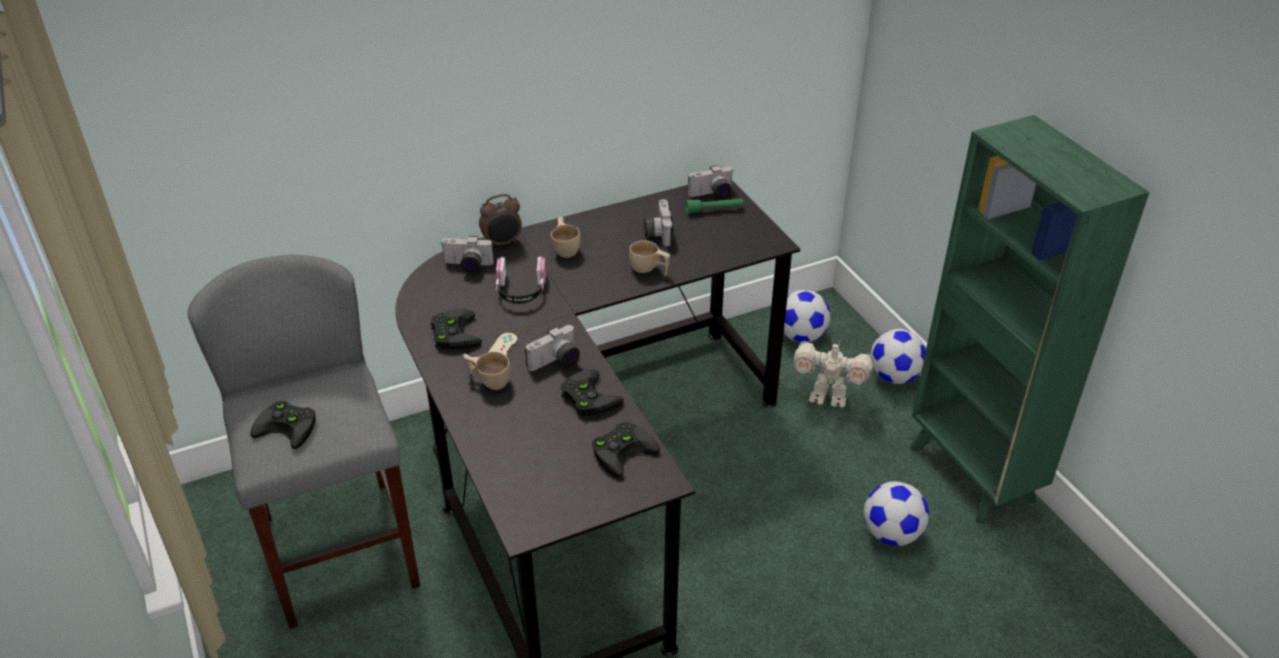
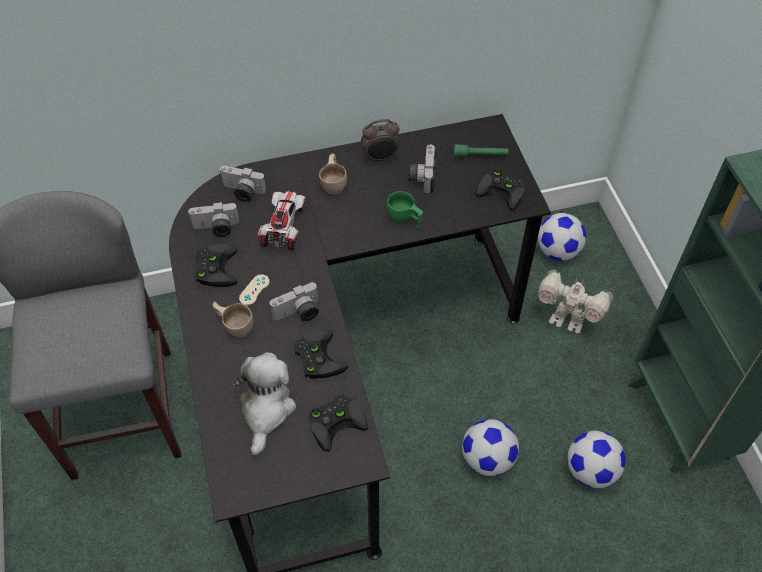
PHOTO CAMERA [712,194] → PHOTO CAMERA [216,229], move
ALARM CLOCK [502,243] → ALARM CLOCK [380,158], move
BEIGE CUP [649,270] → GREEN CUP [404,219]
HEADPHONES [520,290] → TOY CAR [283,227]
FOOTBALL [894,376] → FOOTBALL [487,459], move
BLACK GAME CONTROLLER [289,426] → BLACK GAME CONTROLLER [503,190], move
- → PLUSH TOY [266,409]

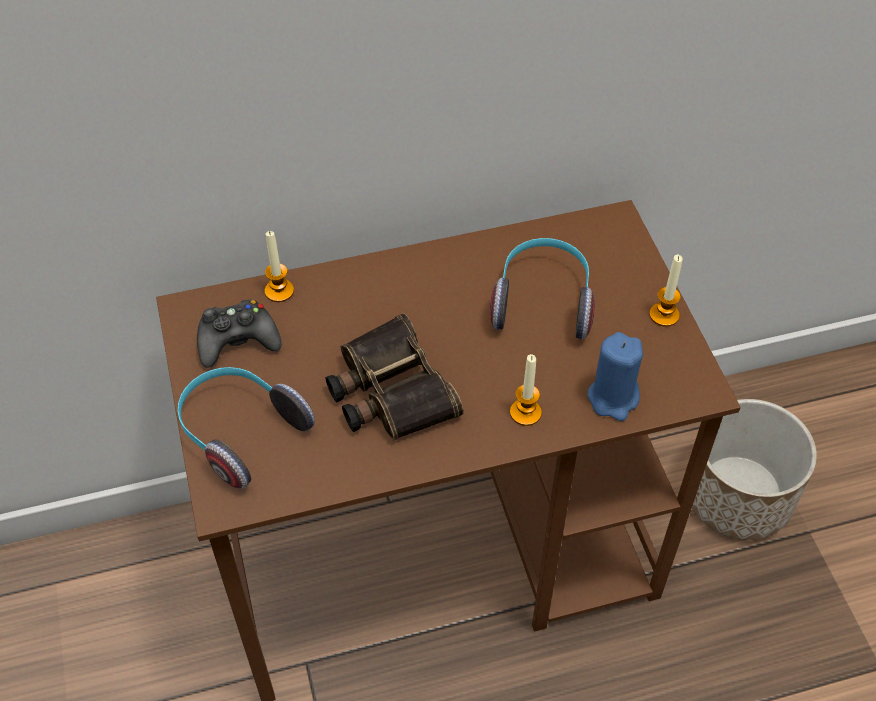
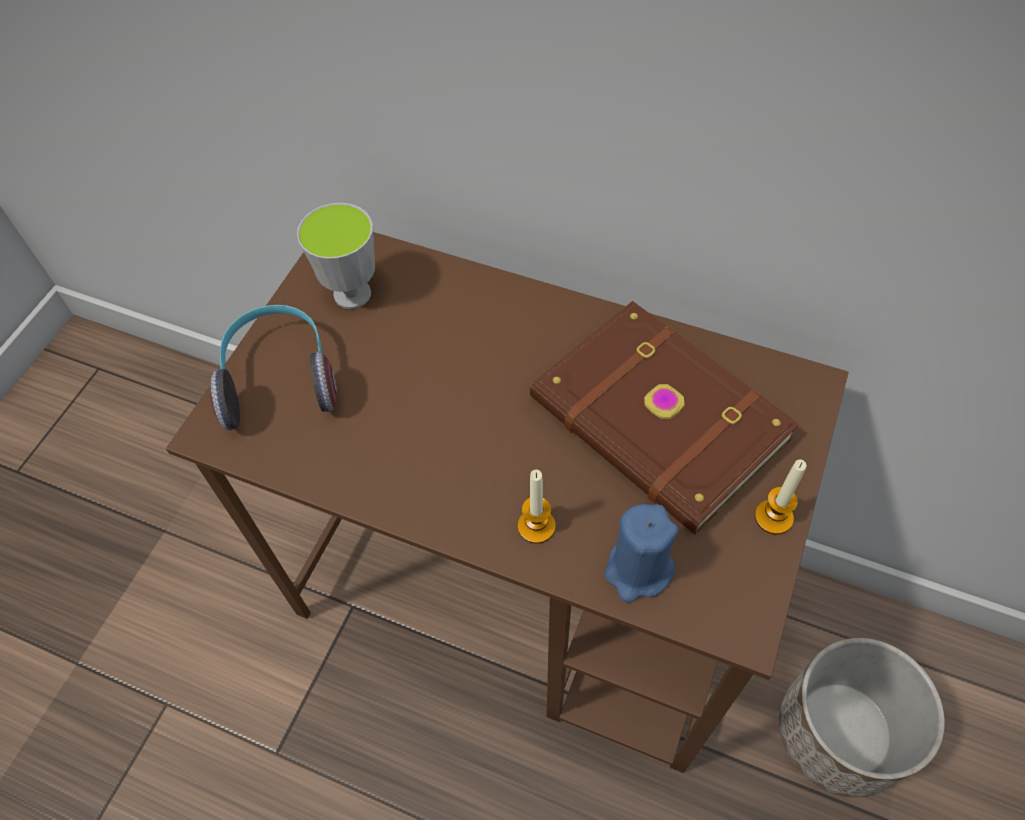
CANDLE [279,291] → -
HEADPHONES [543,300] → BROWN BOOK [657,423]
BLACK GAME CONTROLLER [237,340] → CUP [352,294]
BINOCULARS [389,391] → -

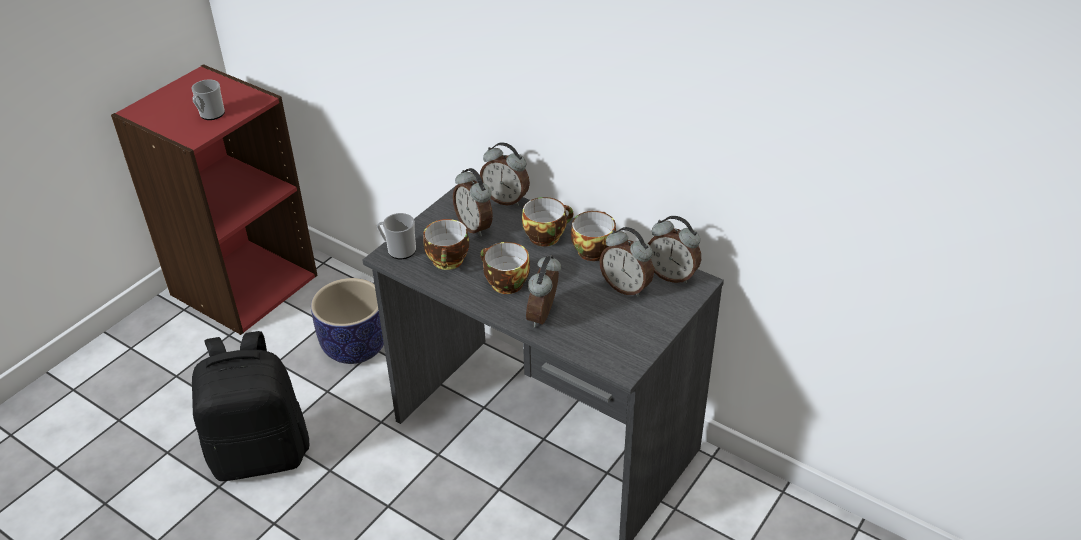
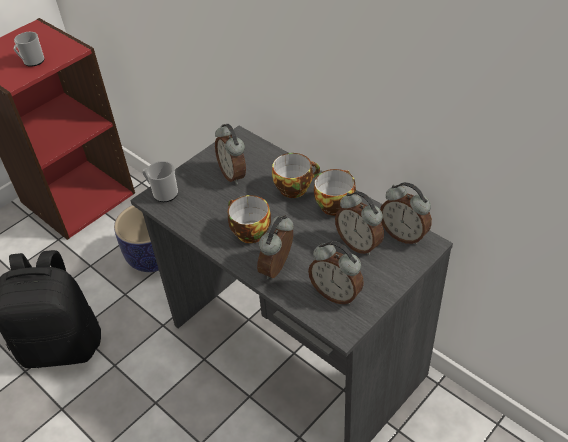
ALARM CLOCK [506,199] → ALARM CLOCK [336,293], move
CUP [449,261] → -

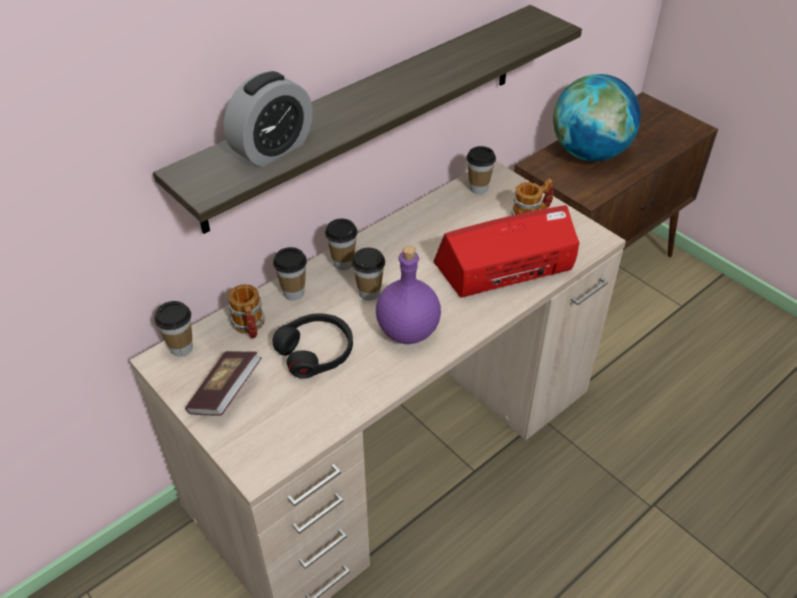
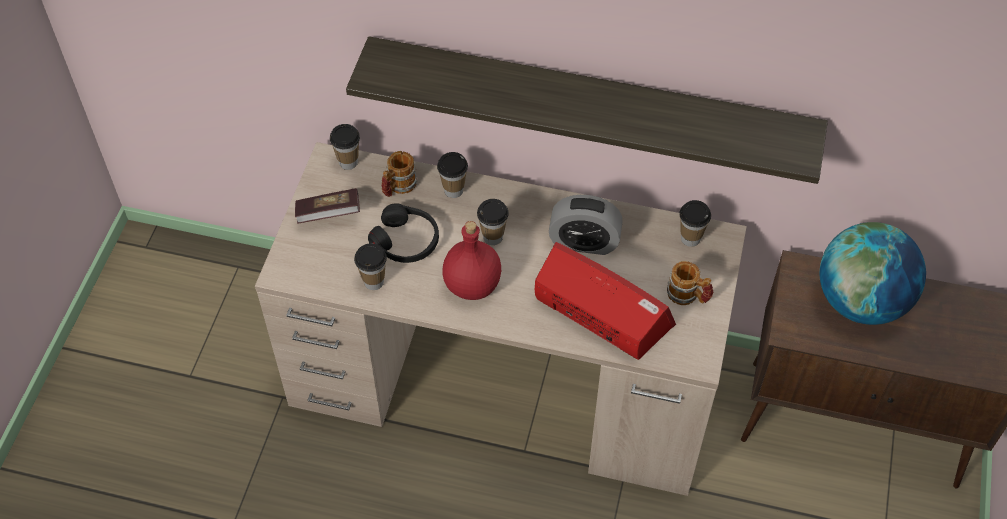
ALARM CLOCK [272,149] → ALARM CLOCK [584,242], move
CUP [343,263] → CUP [373,281], move
PURPLE BOTTLE [409,331] → RED BOTTLE [473,285]

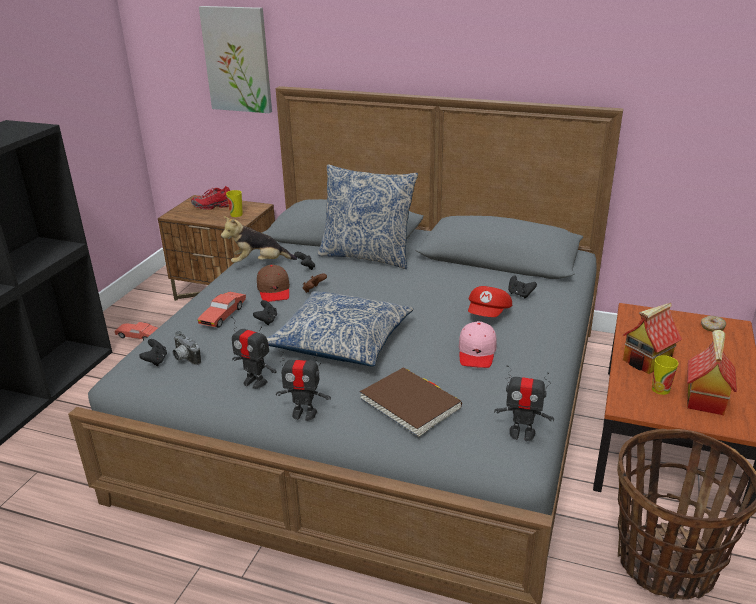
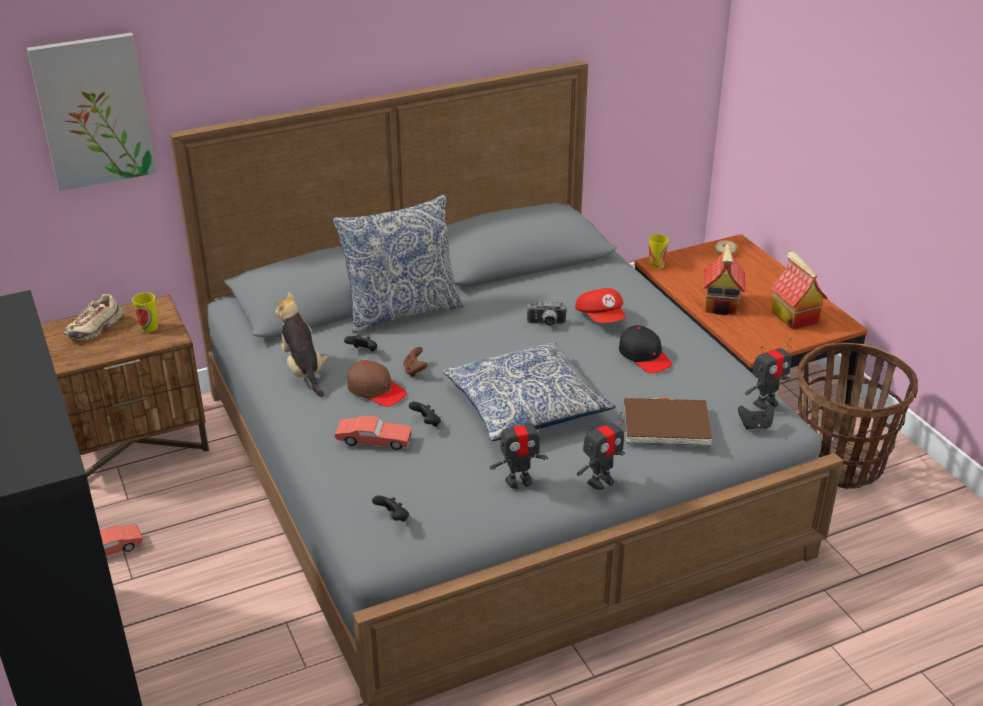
RED SHOE [214,206] → BEIGE SHOE [95,329]
PLUSH TOY [259,263] → PLUSH TOY [304,371], 120 degrees clockwise
BLACK GAME CONTROLLER [520,294] → BLACK GAME CONTROLLER [755,425], move
RED TOY CAR [223,315] → RED TOY CAR [374,441], 60 degrees counterclockwise
PINK CAP [477,352] → BLACK CAP [644,356]
PHOTO CAMERA [184,359] → PHOTO CAMERA [546,324], move
CUP [660,389] → CUP [656,265], move

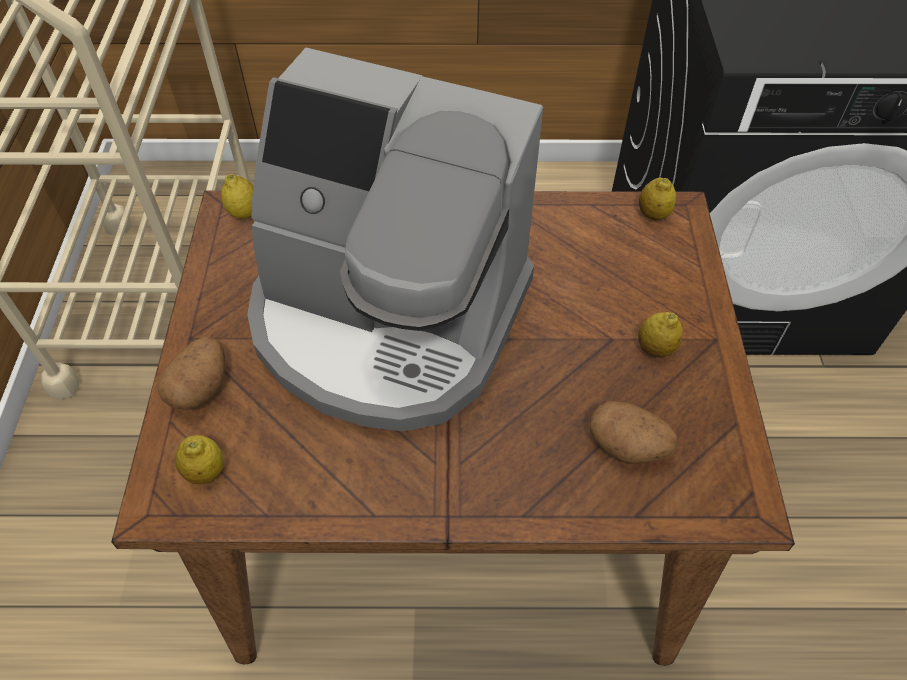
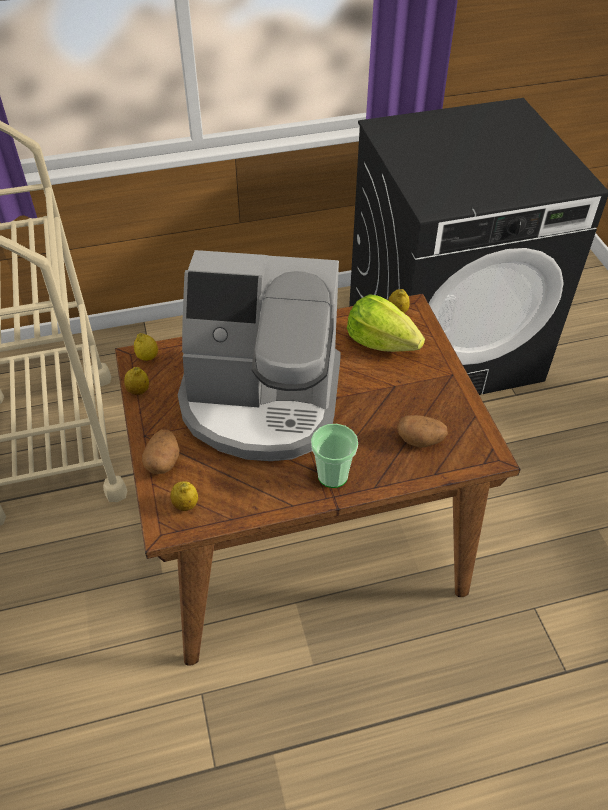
LEMON [655,349] → LEMON [138,391], move
- → LETTUCE [381,342]
- → CUP [332,475]

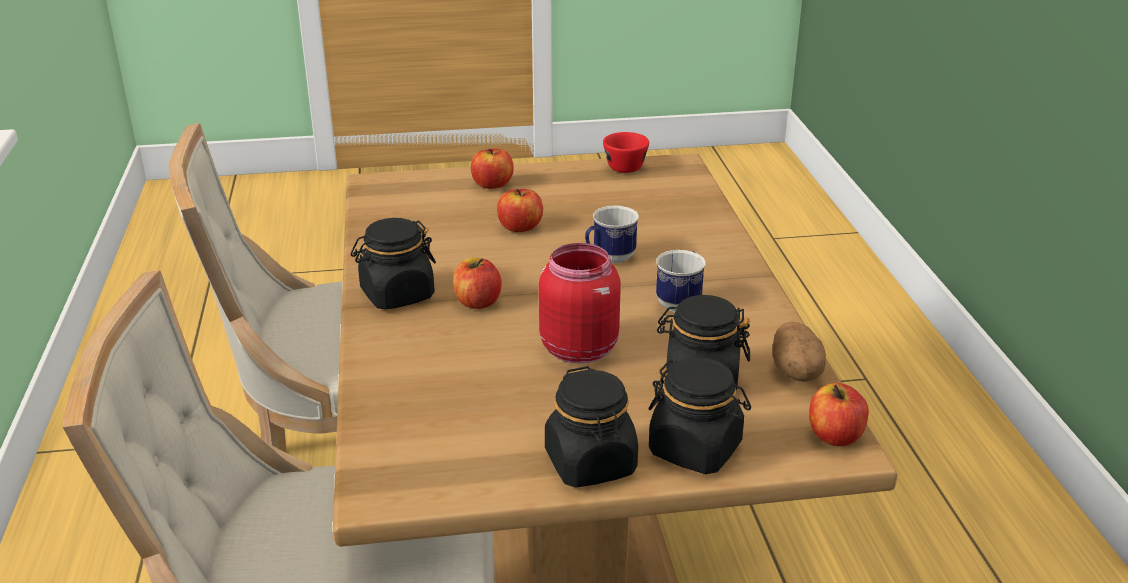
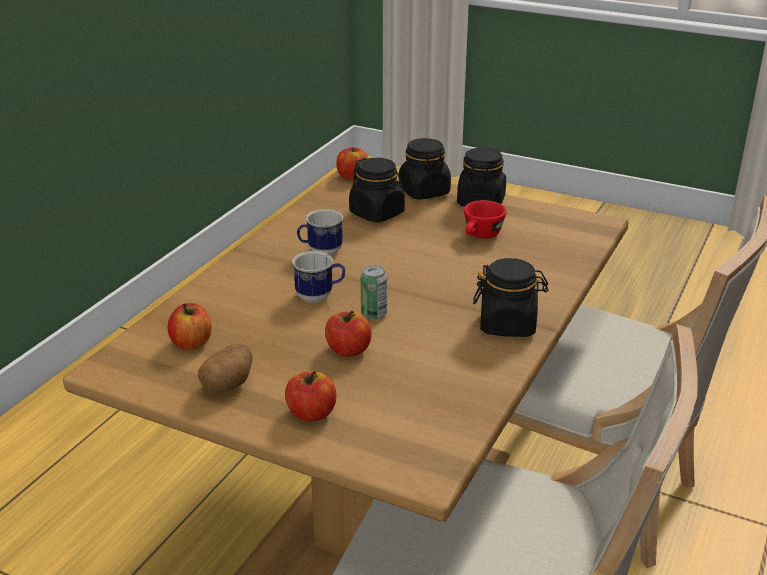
RED CUP [624,165] → RED CUP [481,236], move
RED JAR [578,348] → -
APPLE [477,302] → APPLE [191,343], move
POTATO [797,373] → POTATO [228,384], move
- → CAN [374,314]

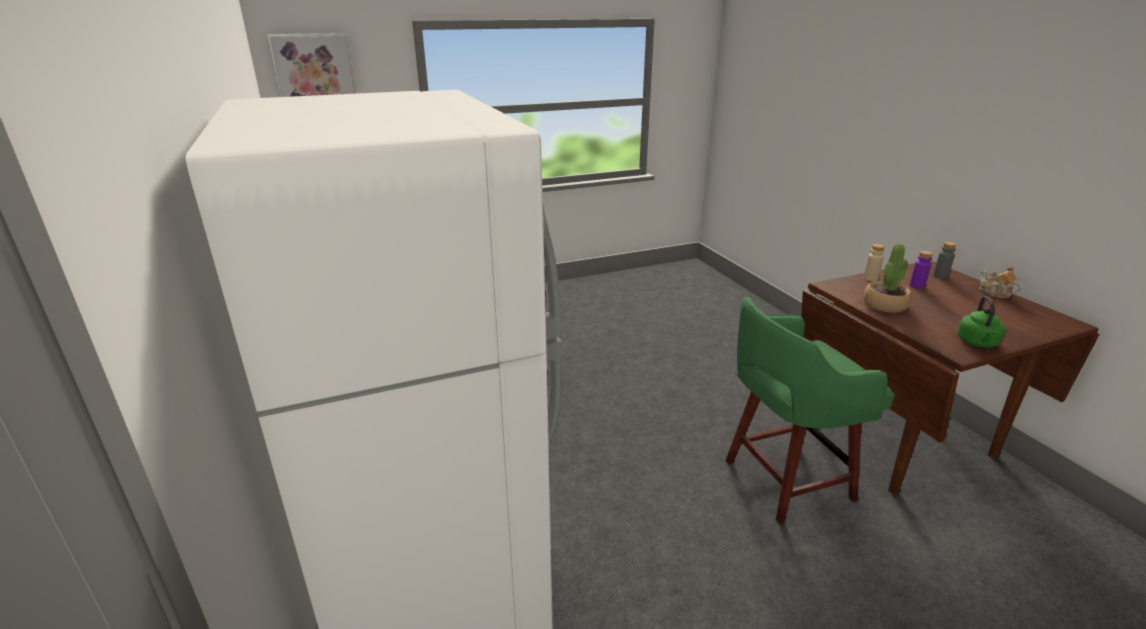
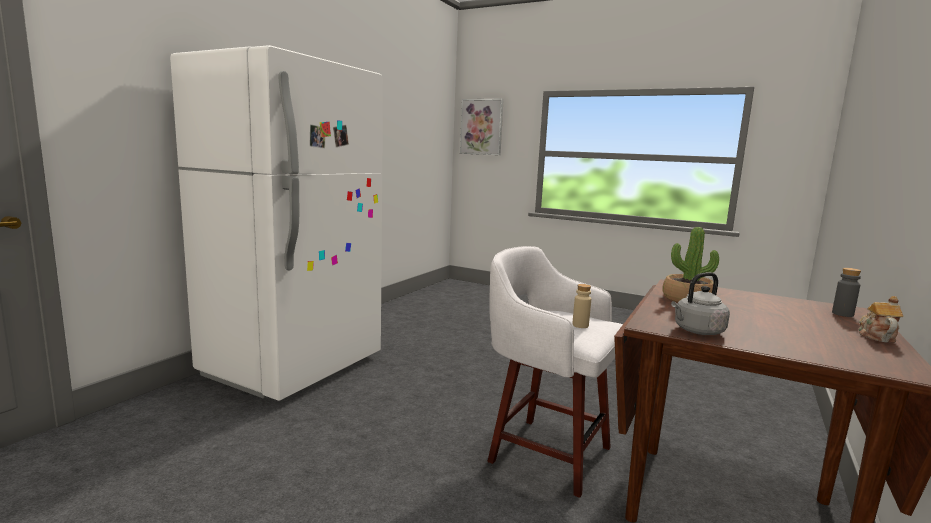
BEIGE BOTTLE [870,278] → BEIGE BOTTLE [580,325], move
PURPLE BOTTLE [917,286] → -
GREEN KETTLE [977,343] → GREY KETTLE [697,331]
GREEN STOOL [784,481] → WHITE STOOL [546,452]

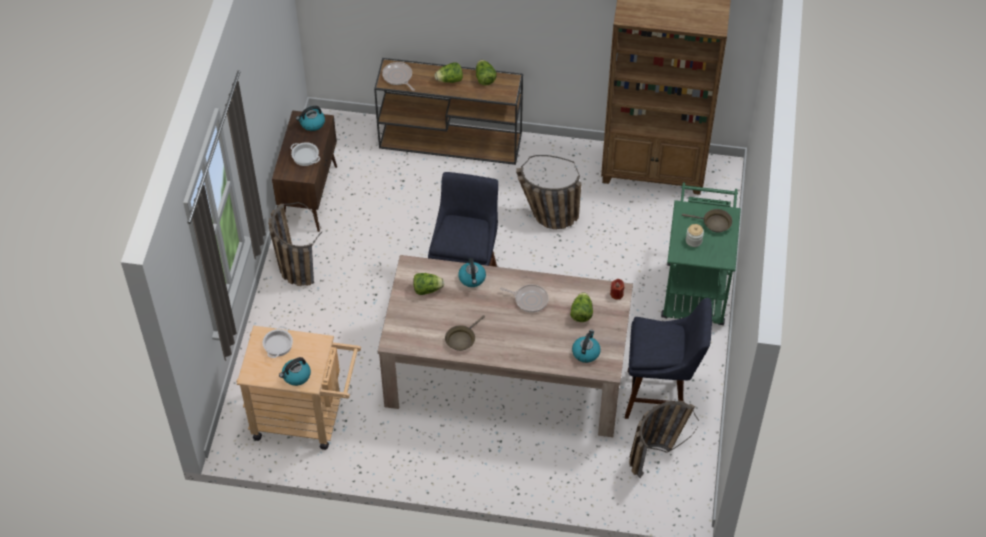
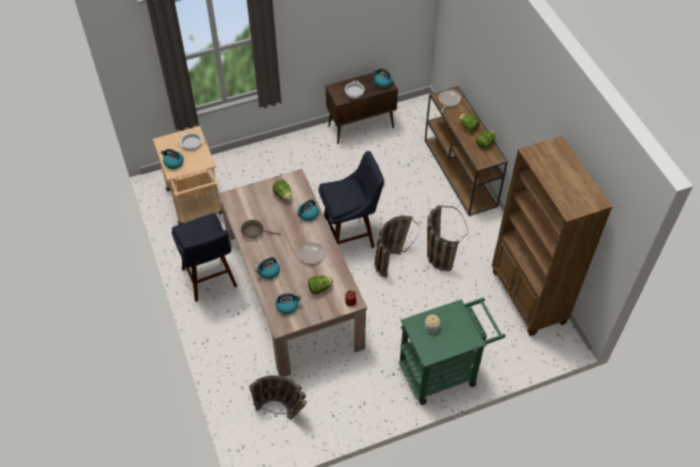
BASKET [293,265] → BASKET [391,258], move
BROWN FRYING PAN [714,223] → -
BLUE STOOL [661,396] → BLUE STOOL [210,280], move
- → KETTLE [268,272]

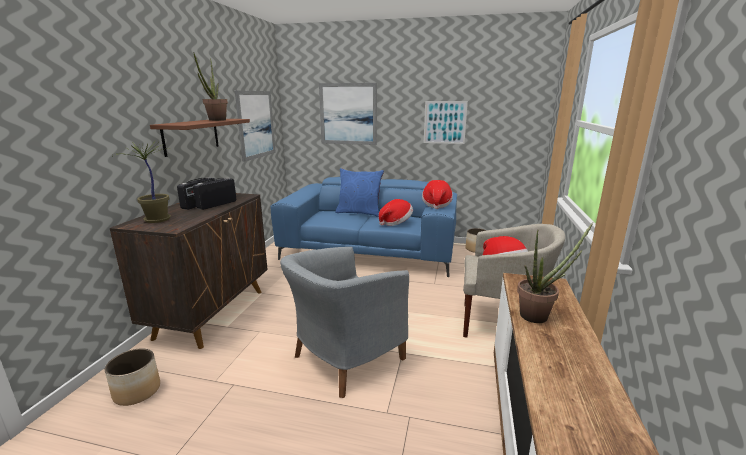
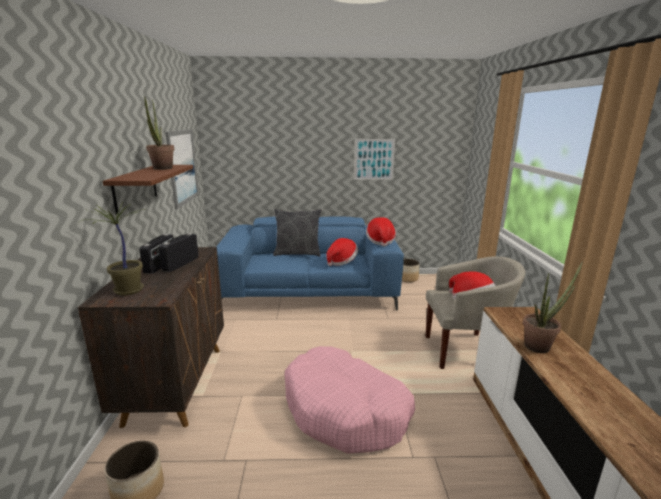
PICTURE [348,114] → -
BLUE PILLOW [359,212] → GREY PILLOW [297,253]
GREY ARMCHAIR [345,359] → PINK DOG BED [345,410]

